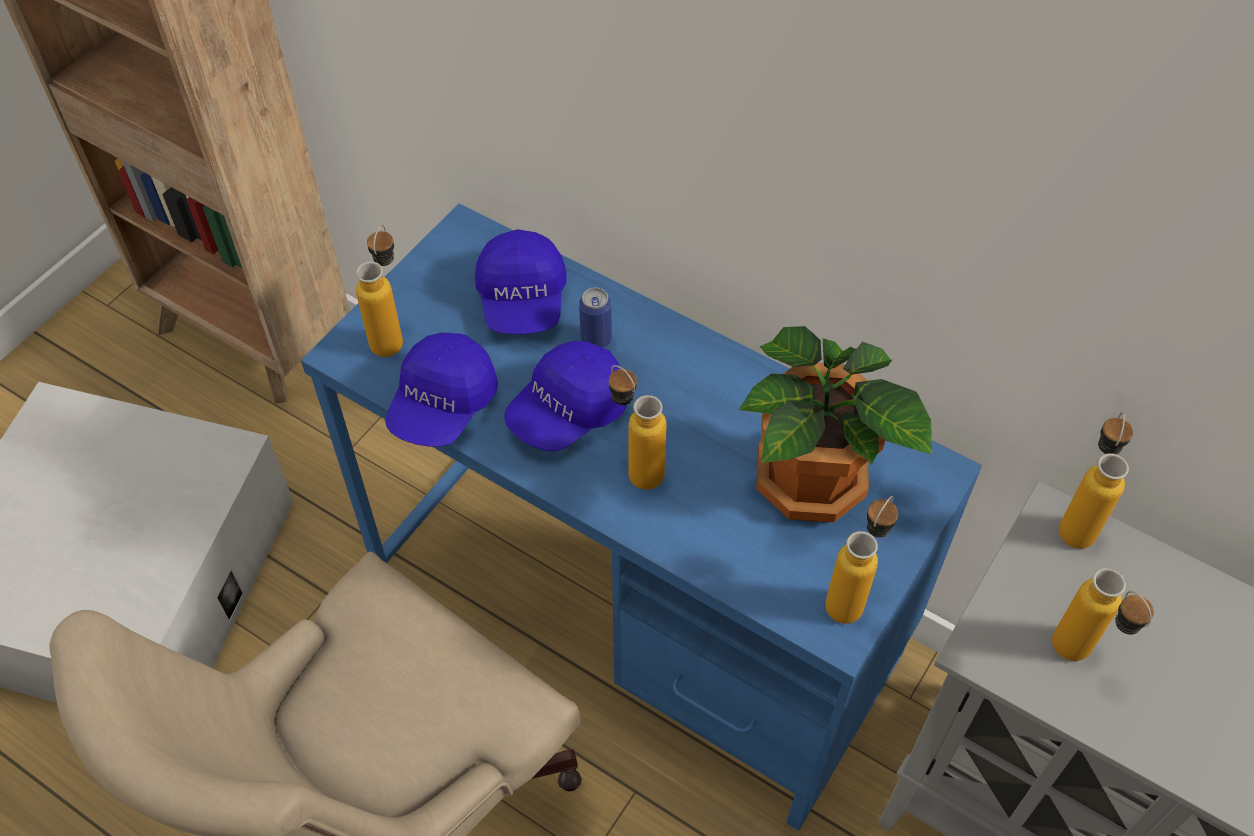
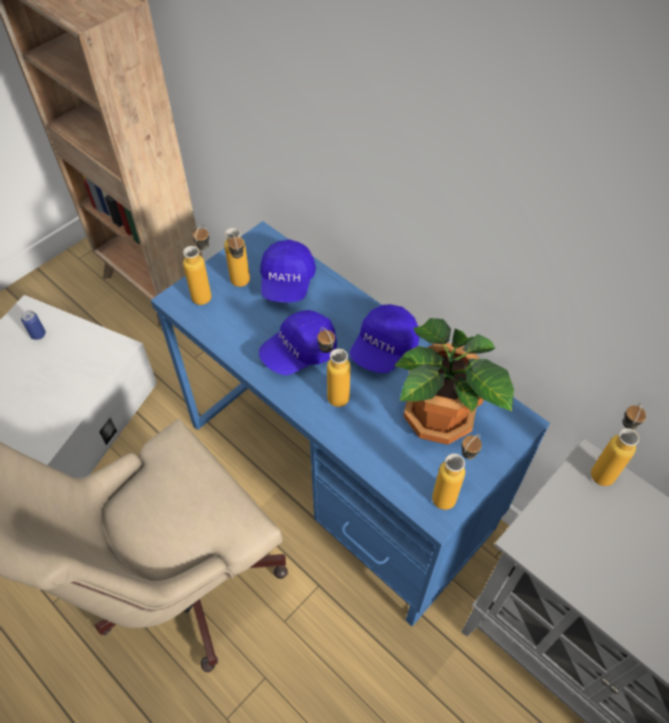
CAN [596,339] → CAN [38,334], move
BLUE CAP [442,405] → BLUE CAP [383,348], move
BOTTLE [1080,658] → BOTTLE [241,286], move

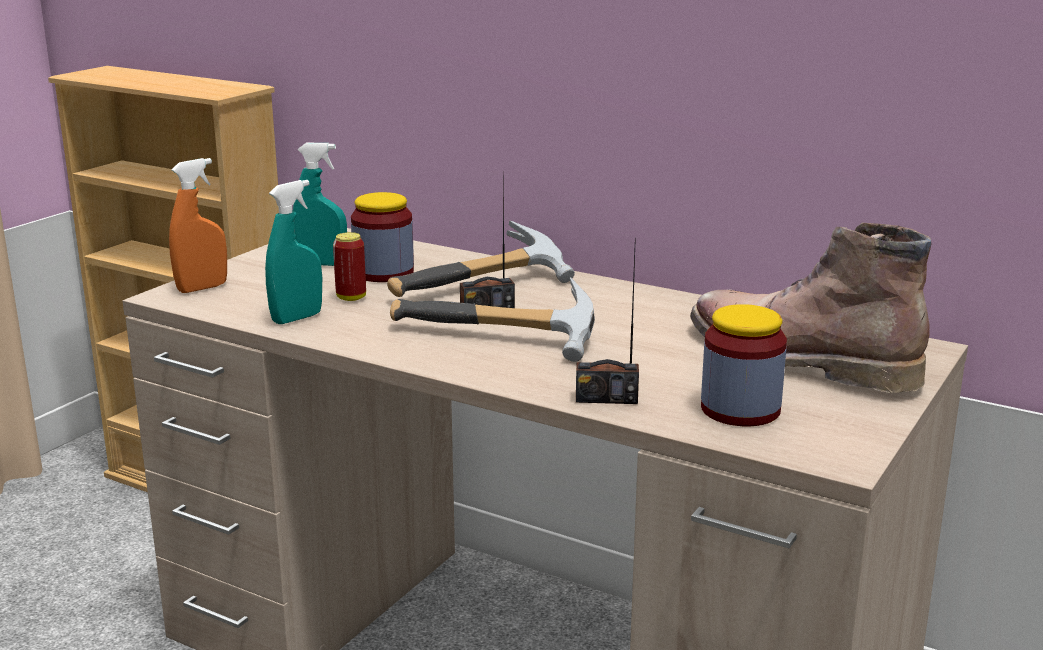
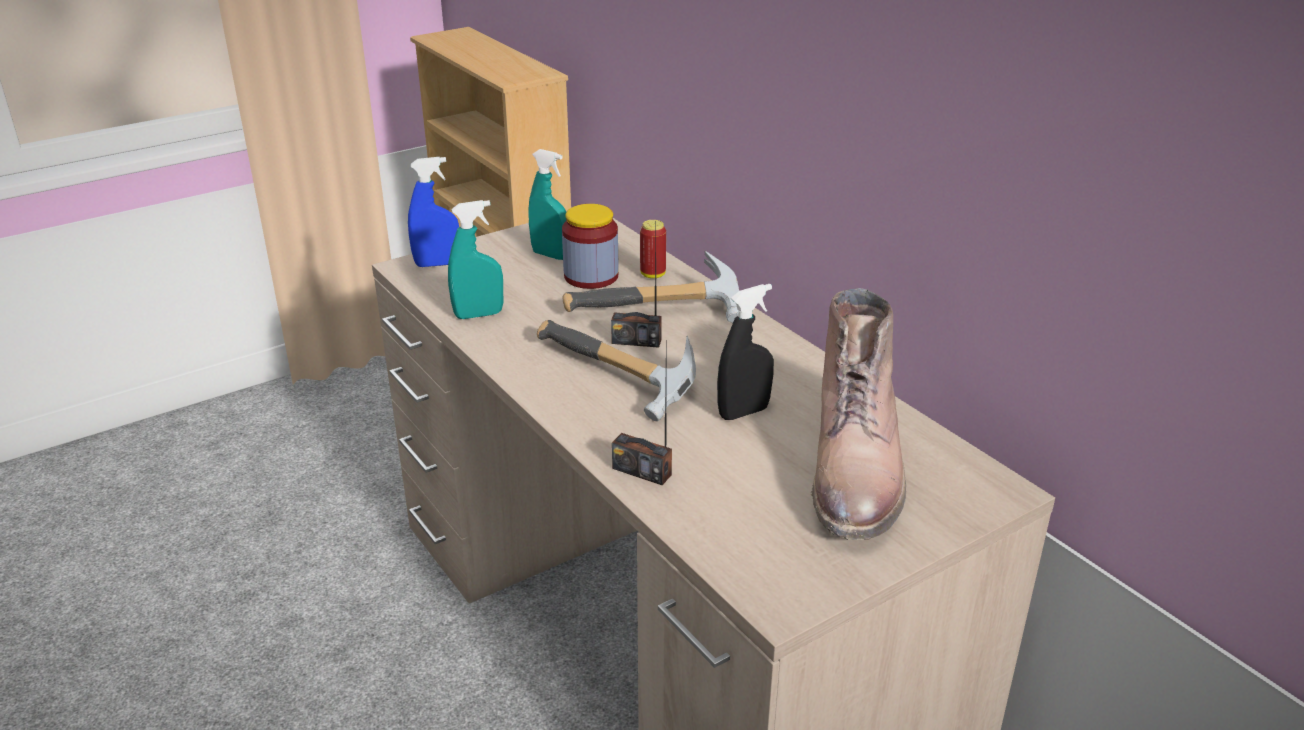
ORANGE SPRAY BOTTLE [202,288] → BLUE SPRAY BOTTLE [437,264]
BROWN BOOT [796,359] → BROWN BOOT [857,471], 150 degrees counterclockwise
CAN [351,298] → CAN [653,274], move
JAR [740,409] → -
- → BLACK SPRAY BOTTLE [743,412]

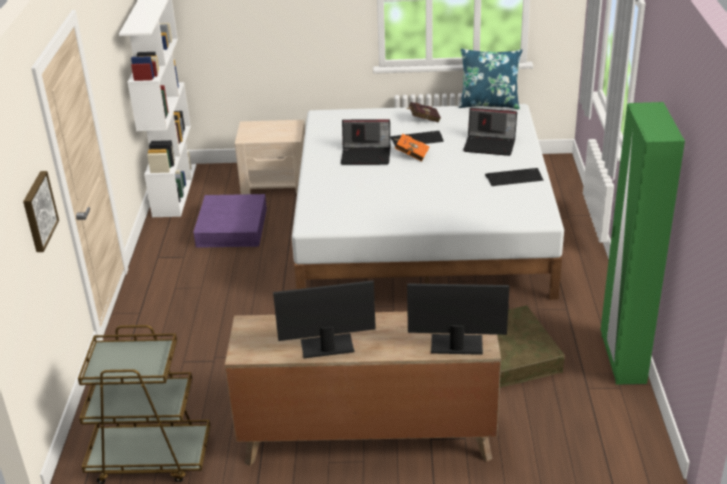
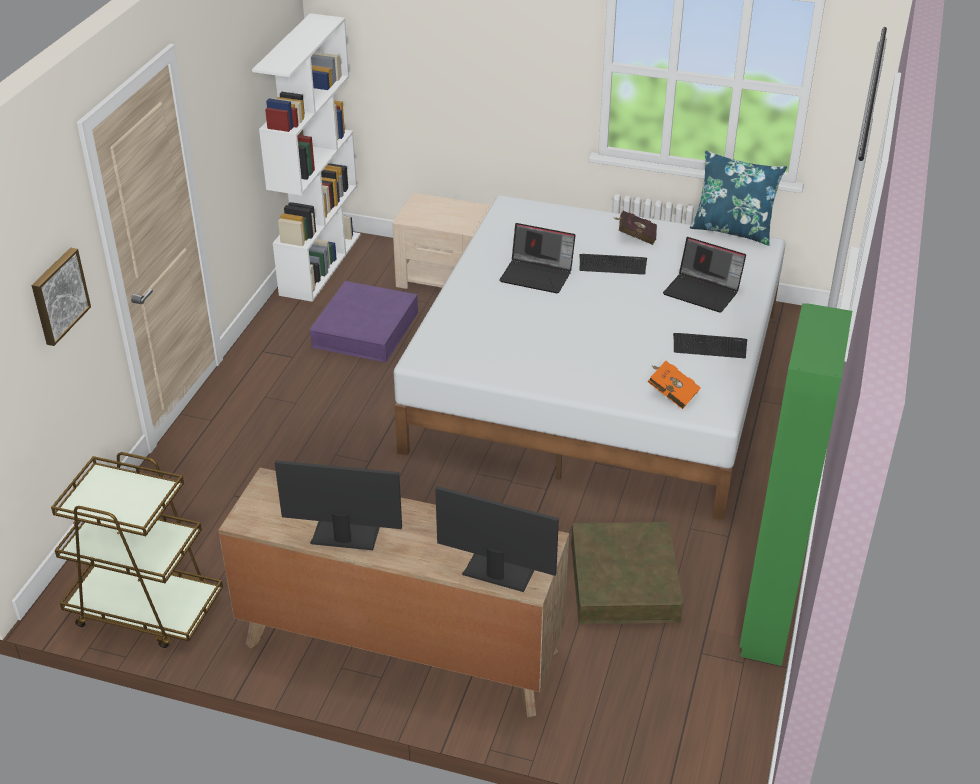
ORANGE BOOK [410,154] → ORANGE BOOK [671,393], move

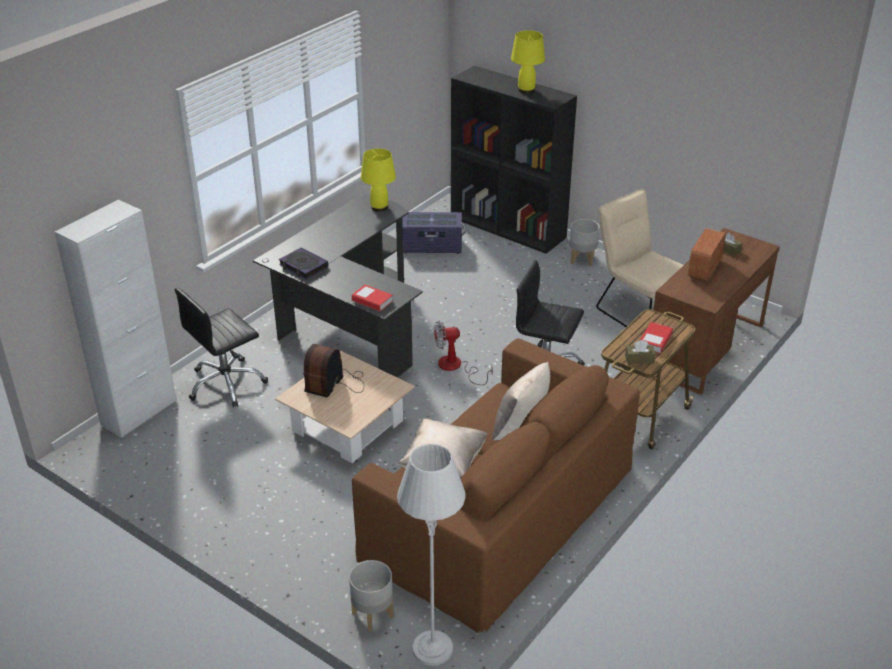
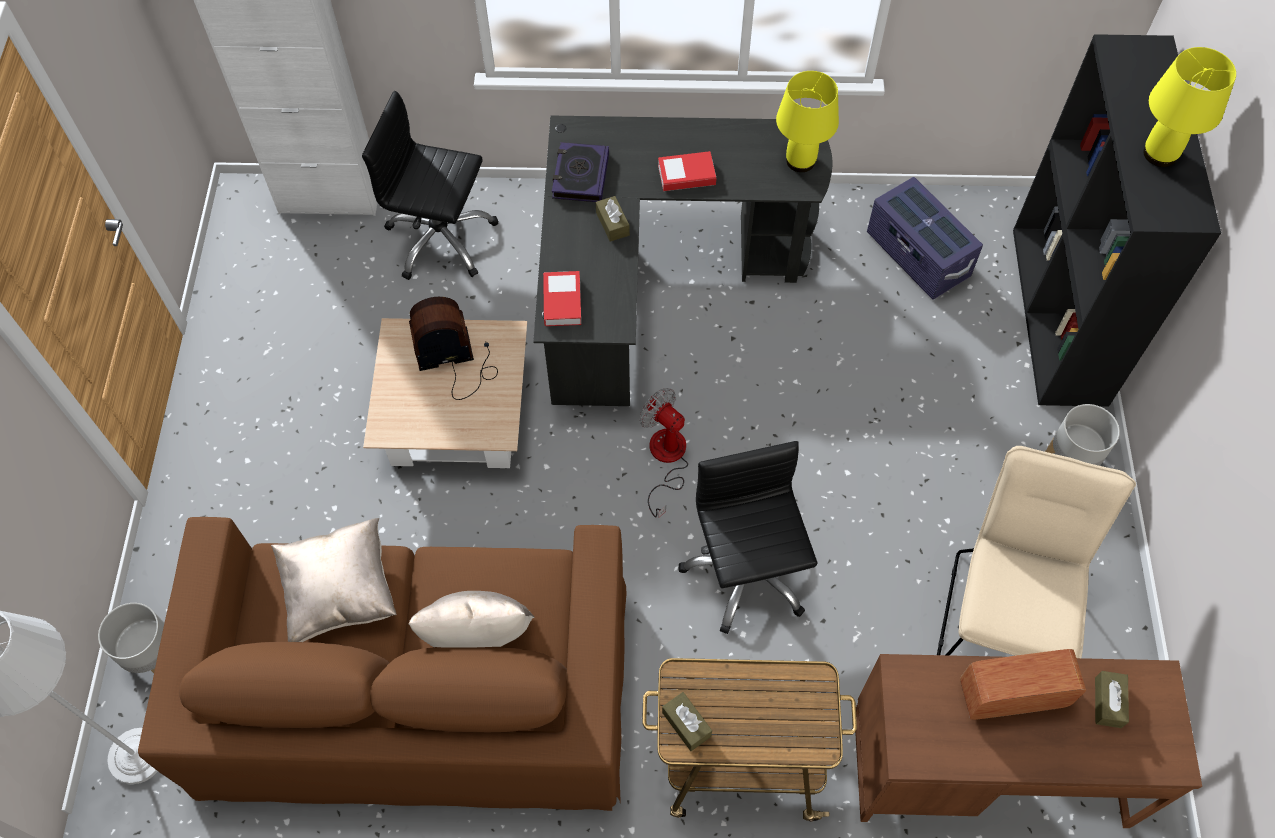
BOOK [655,340] → BOOK [686,175], move
- → BROWN TISSUE BOX [612,224]

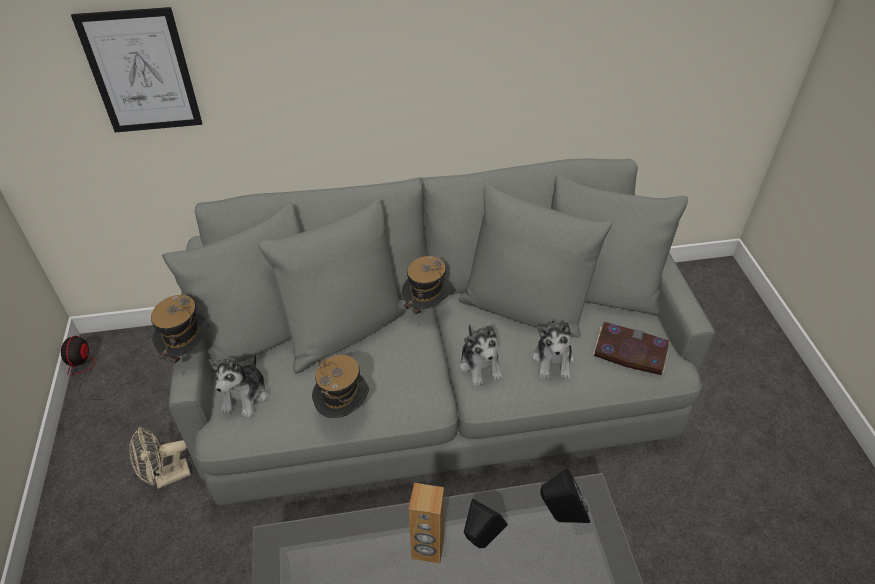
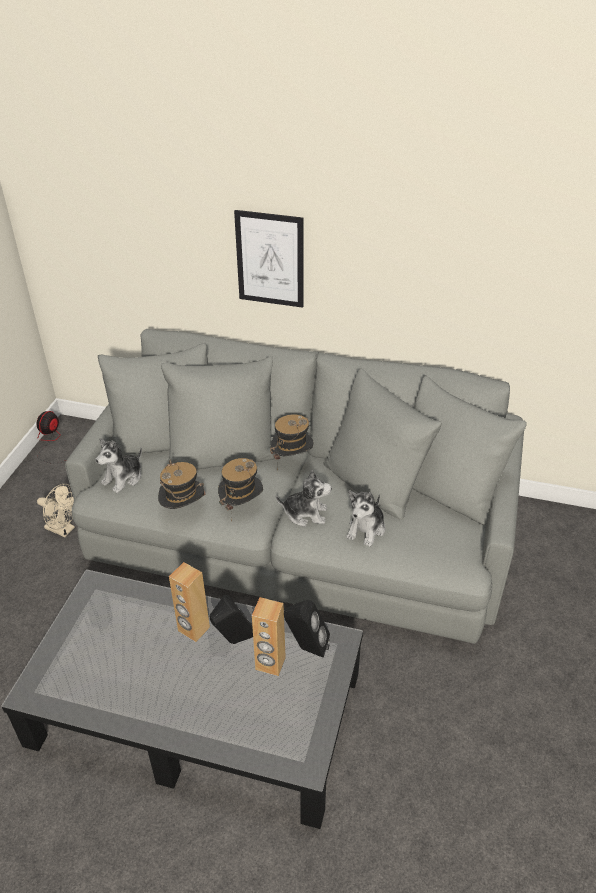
PICTURE [141,72] → PICTURE [270,259], move
HAT [189,353] → HAT [241,506], move
BOOK [630,351] → -
PLUSH TOY [480,365] → PLUSH TOY [305,513], 90 degrees counterclockwise
BEIGE FAN [166,477] → BEIGE FAN [64,529], 150 degrees counterclockwise
- → BROWN SPEAKER [270,664]

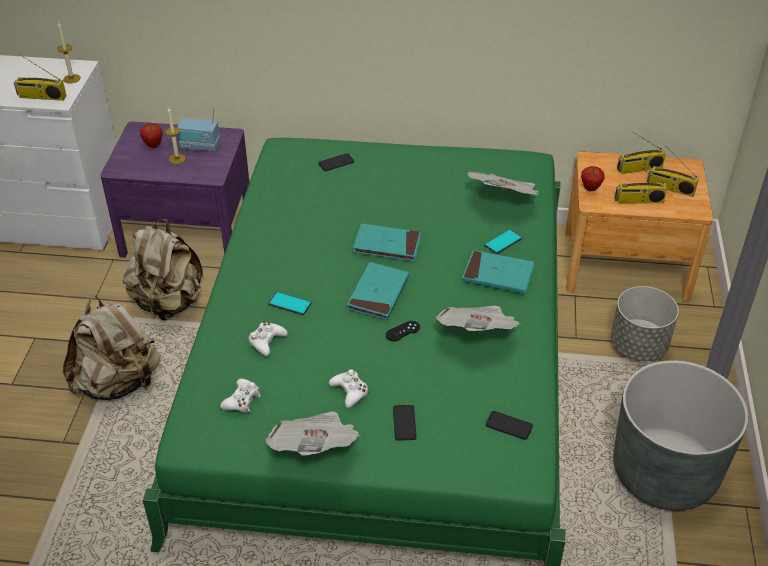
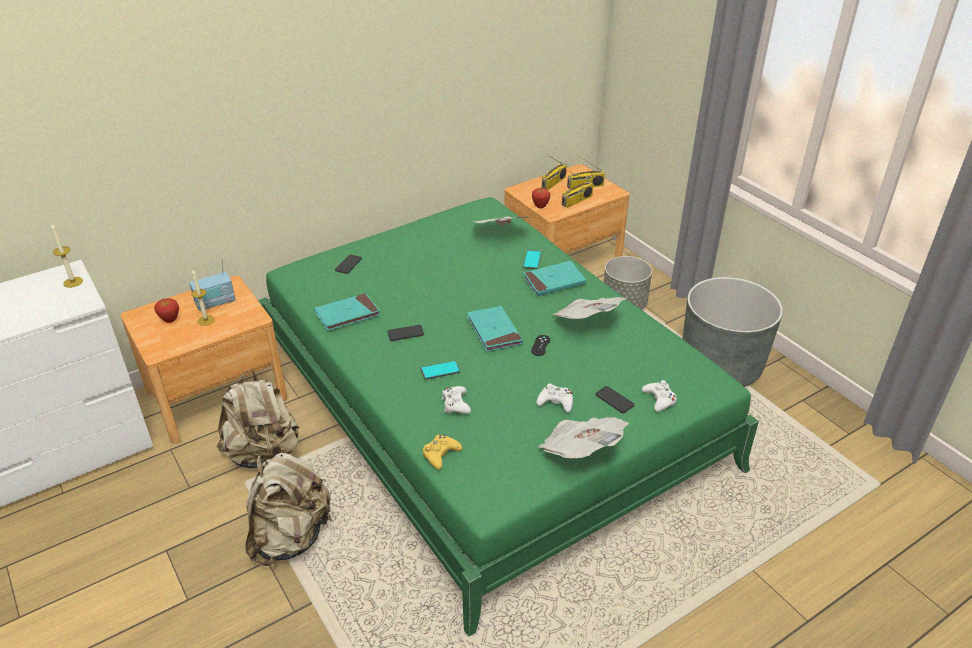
RADIO [41,97] → -
PURPLE NIGHTSTAND [187,231] → BROWN NIGHTSTAND [216,394]
TURQUOISE BOOK [387,245] → TURQUOISE BOOK [347,314], move
WHITE GAME CONTROLLER [242,400] → WHITE GAME CONTROLLER [659,400], move
PHONE [509,425] → PHONE [405,333], move
- → YELLOW GAME CONTROLLER [440,454]

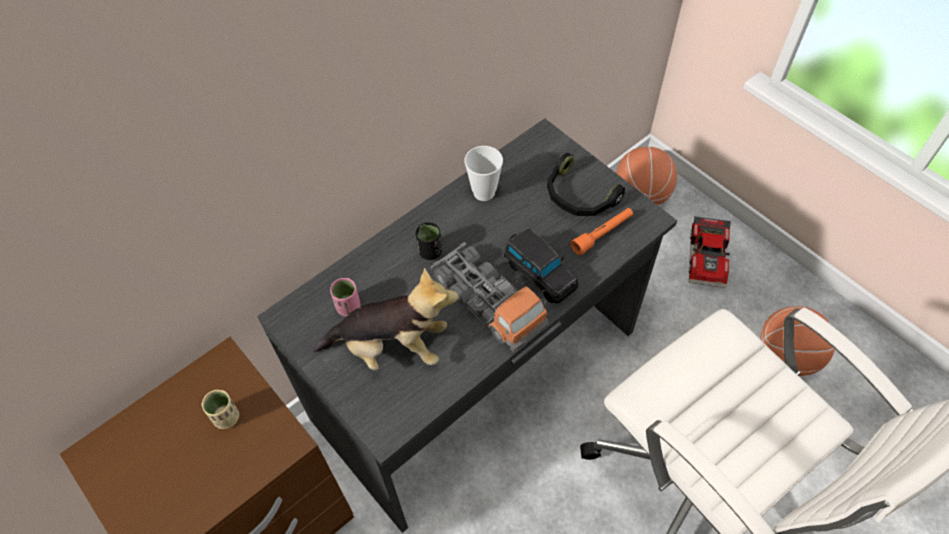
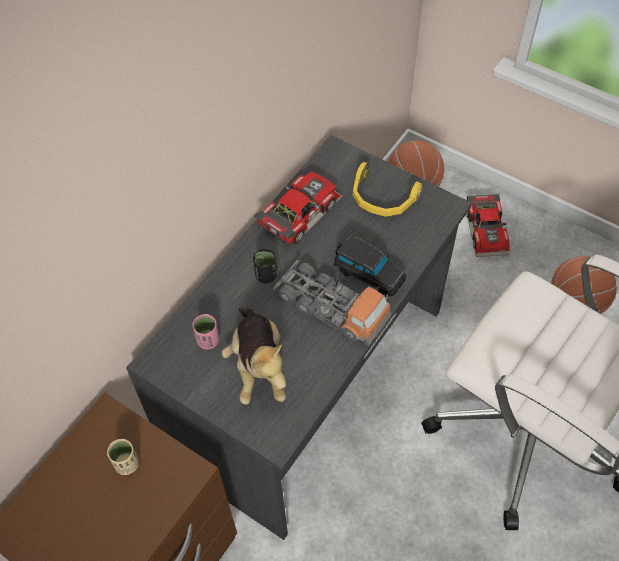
CUP [484,192] → TOY CAR [297,212]
BLACK HEADPHONES [578,196] → YELLOW HEADPHONES [381,199]
ORANGE FLASHLIGHT [602,234] → -
PLUSH TOY [391,347] → PLUSH TOY [258,367], 90 degrees clockwise

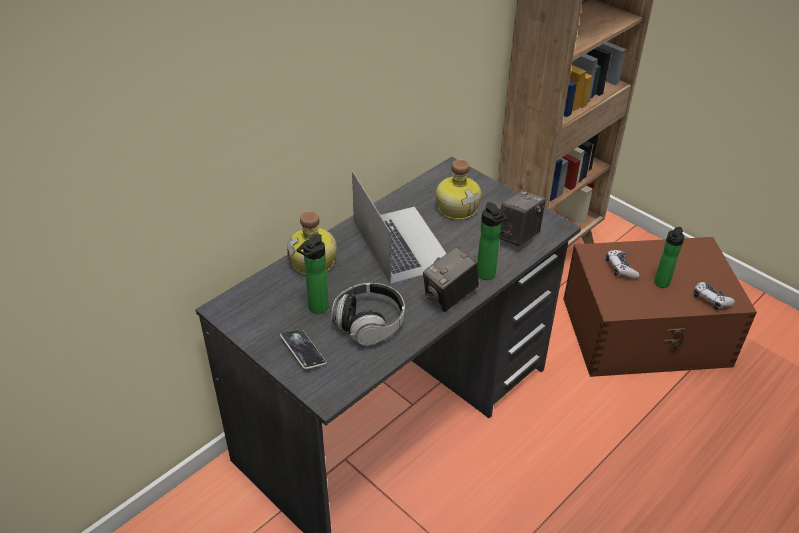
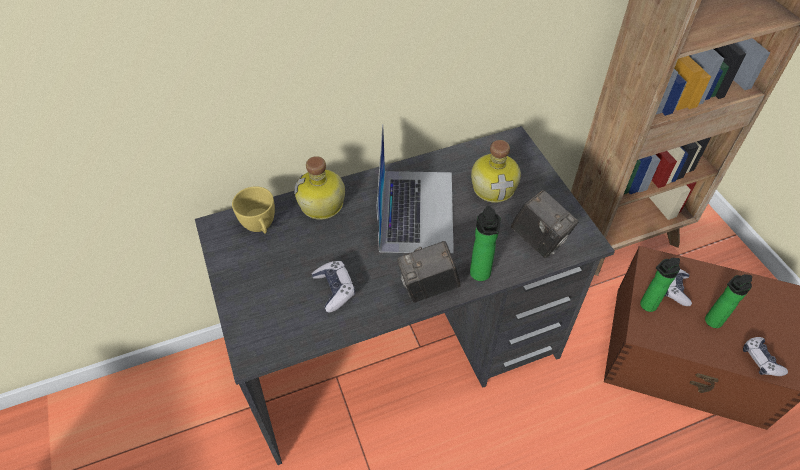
PHOTO CAMERA [518,236] → PHOTO CAMERA [539,240], 75 degrees clockwise
BOTTLE [316,309] → BOTTLE [646,306], move
HEADPHONES [369,323] → GAME CONTROLLER [335,289]
PHONE [303,351] → -
- → YELLOW CUP [260,227]

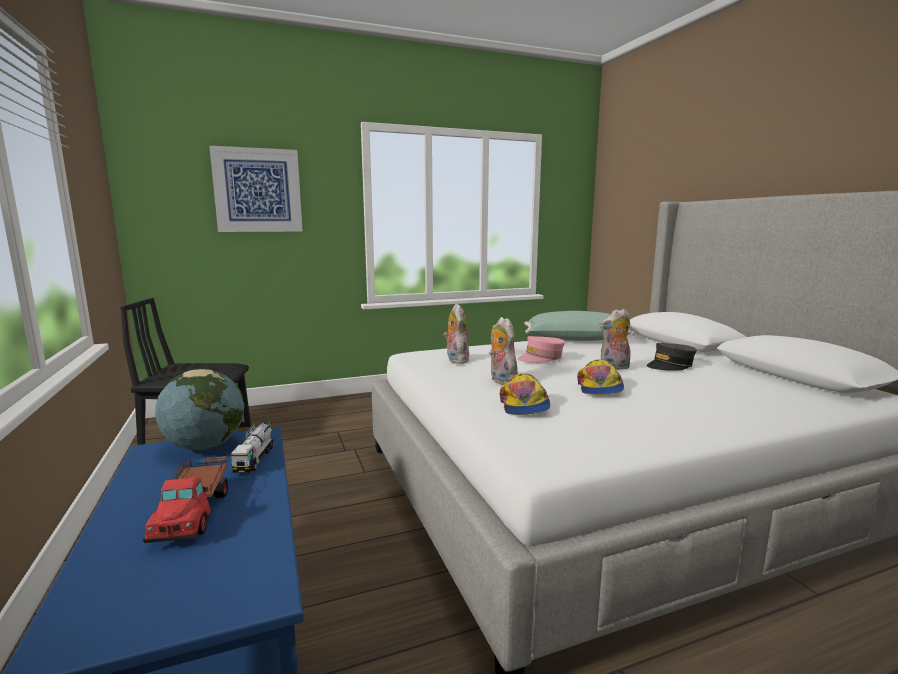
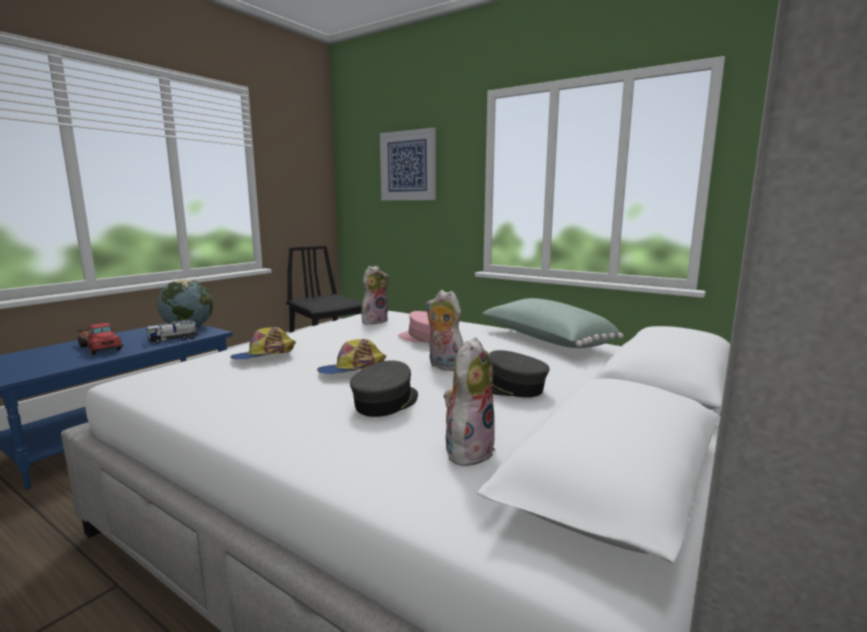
PLUSH TOY [500,381] → PLUSH TOY [468,450], move
TOY TRUCK [194,512] → TOY TRUCK [101,347], 90 degrees counterclockwise
- → GREY CAP [386,402]

